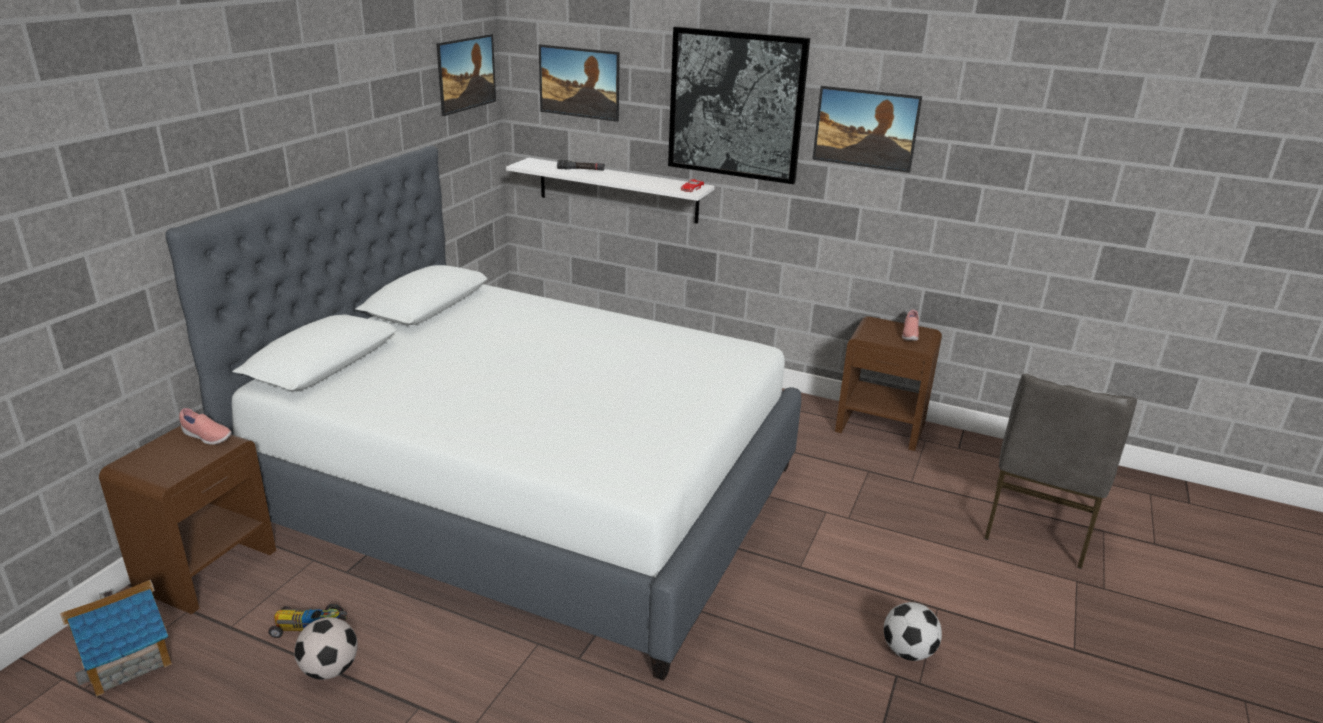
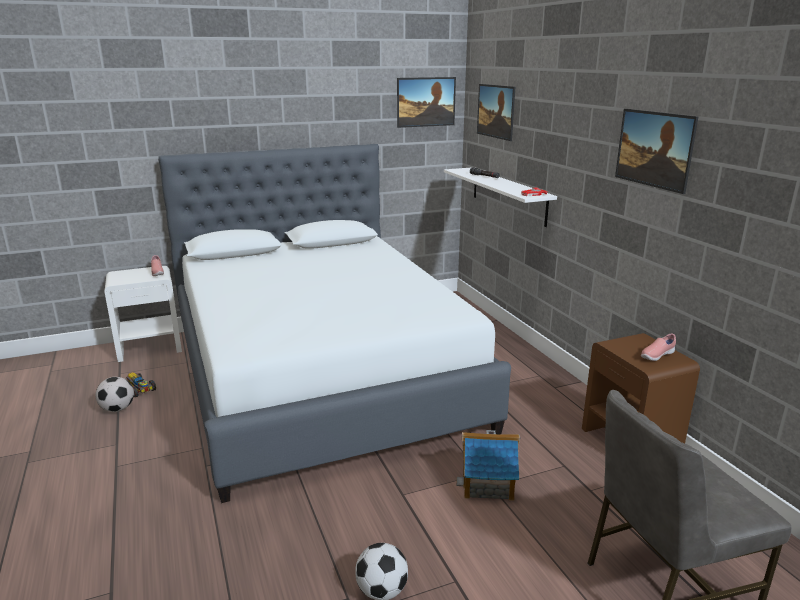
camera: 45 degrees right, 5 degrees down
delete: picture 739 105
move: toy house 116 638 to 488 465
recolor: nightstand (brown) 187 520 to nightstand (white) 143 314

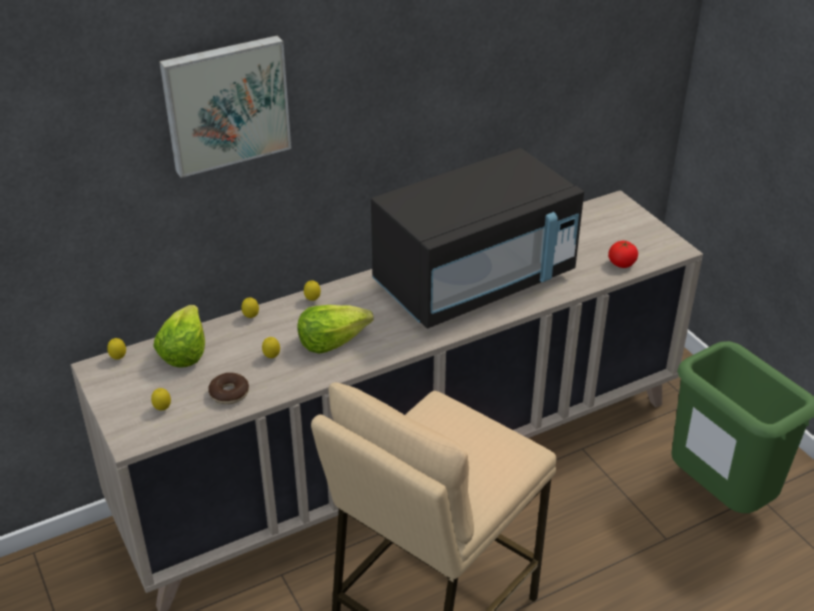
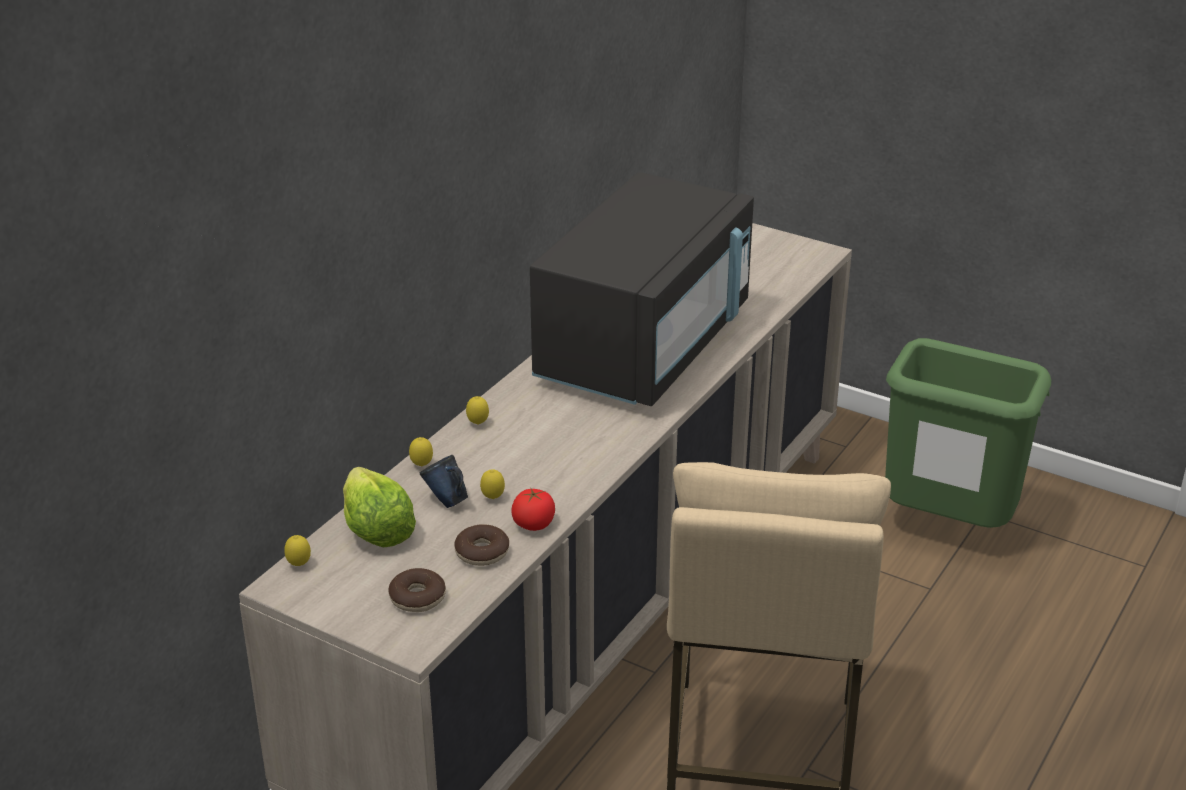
camera: 30 degrees left, 5 degrees down
delete: picture 225 107; lettuce 335 329
insert: mug (blue) 444 481
move: tomato 623 254 to 533 509
replace: lemon 161 399 to donut 417 590

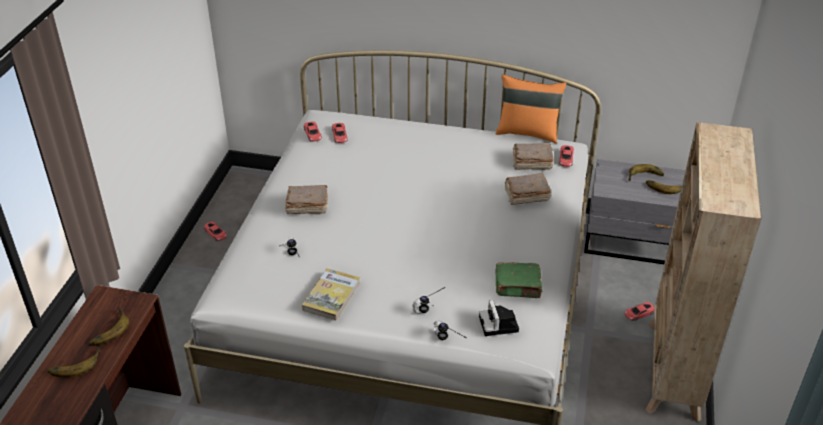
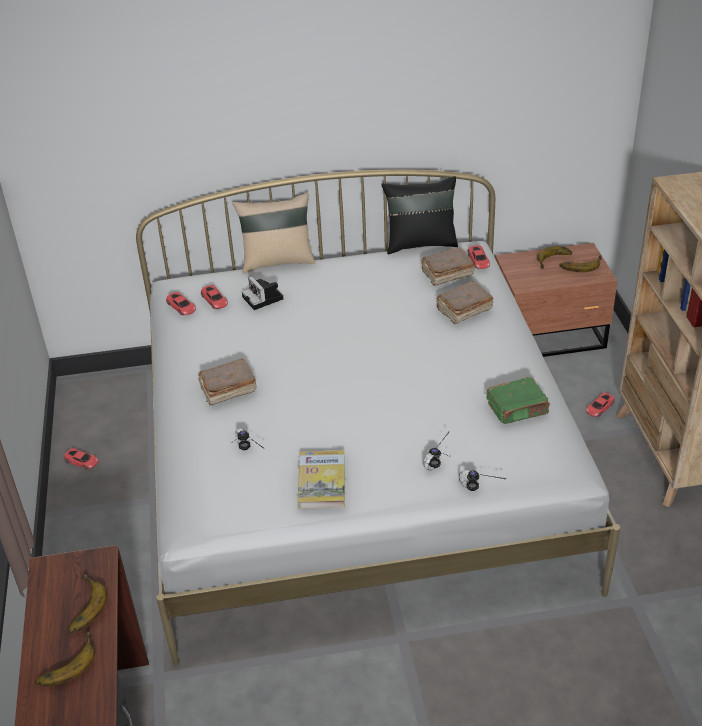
camera: 20 degrees left, 0 degrees up
insert: pillow (beige) 274 232
move: photo camera 499 318 to 262 293
recolor: pillow (orange) 530 108 to pillow (black) 419 215; nightstand (grey) 635 211 to nightstand (brown) 556 300

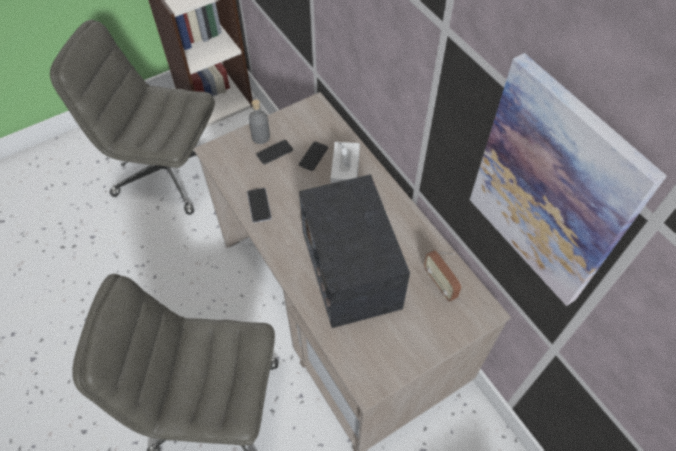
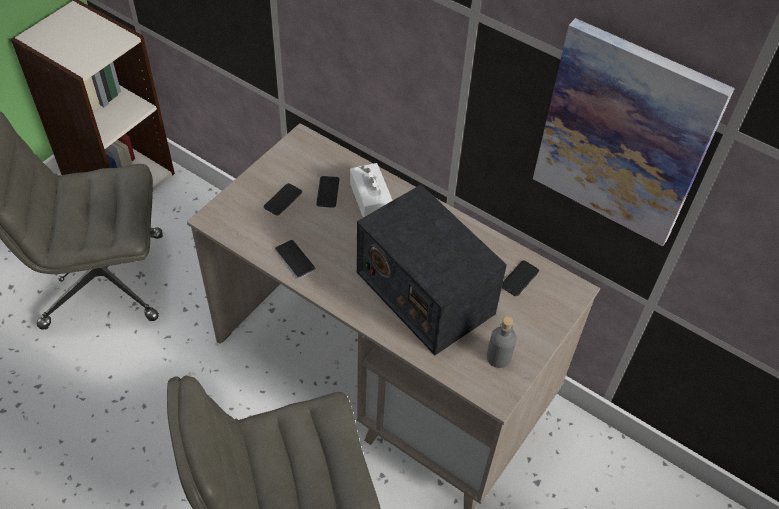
camera: 25 degrees left, 5 degrees down
move: bottle (grey) 259 122 to 502 342
replace: radio 443 276 to phone 520 278

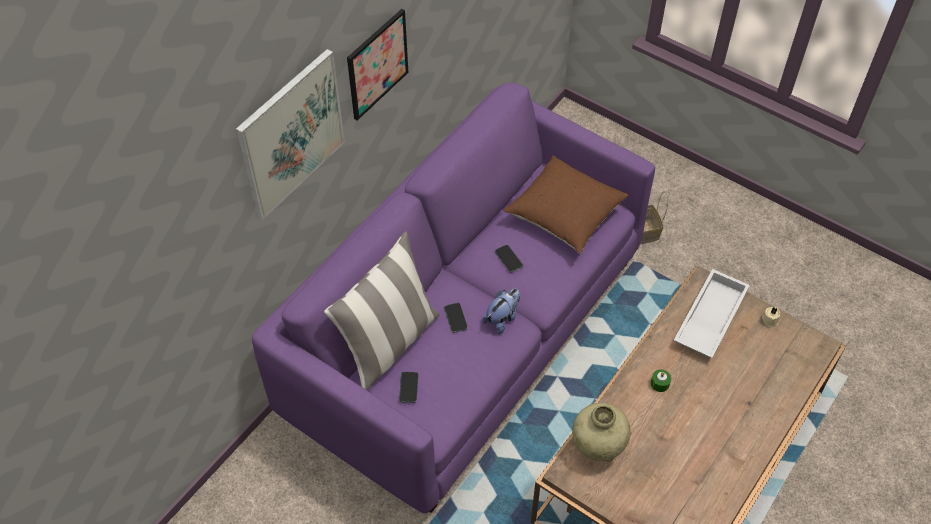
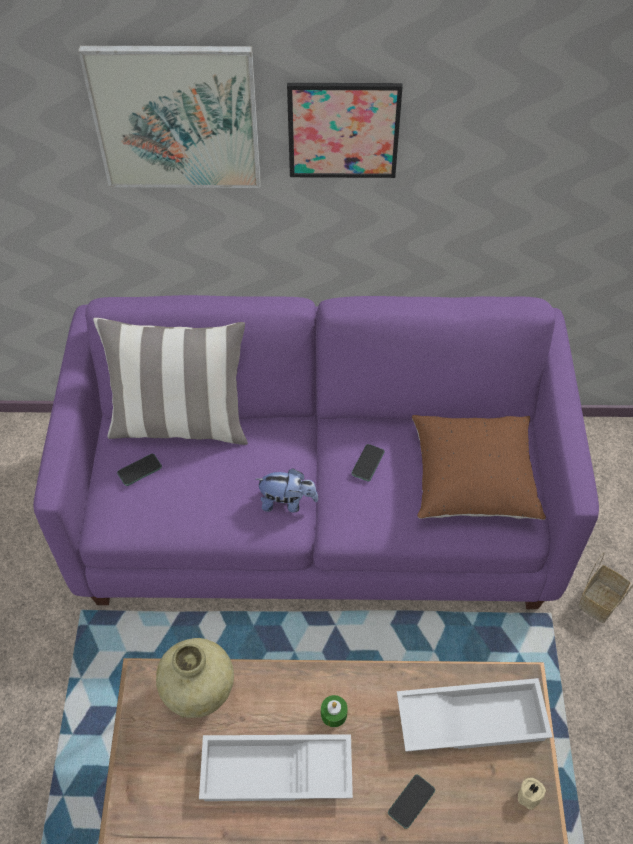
camera: 55 degrees right, 0 degrees up
insert: tray (white) 276 767
move: phone 456 318 to 411 802

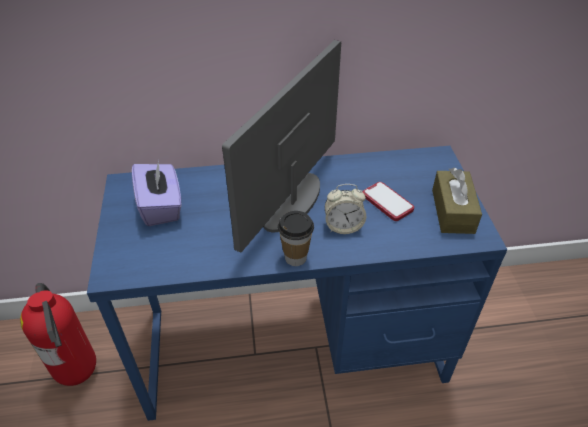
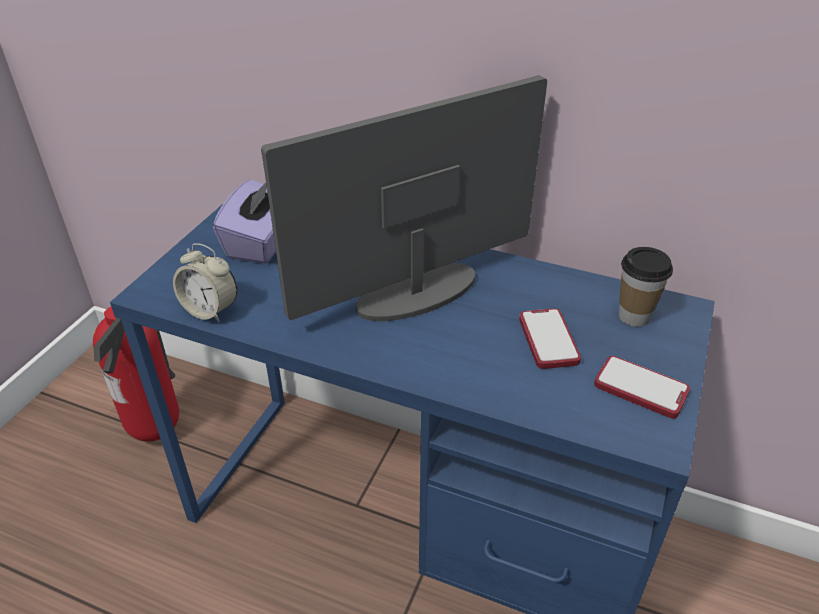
camera: 30 degrees right, 5 degrees down
move: cup 296 238 to 646 287; alarm clock 345 209 to 205 282
replace: tissue box (brown) 457 201 to phone 642 387

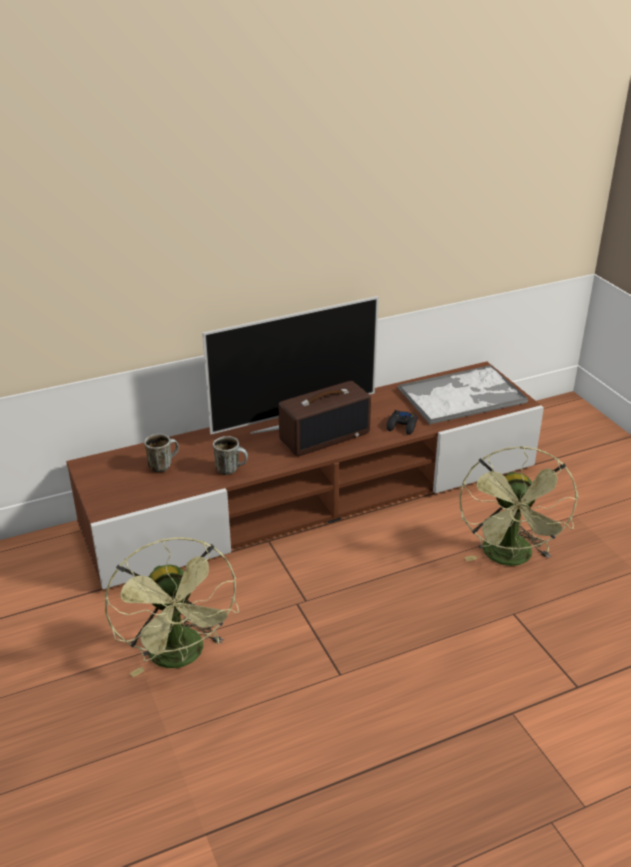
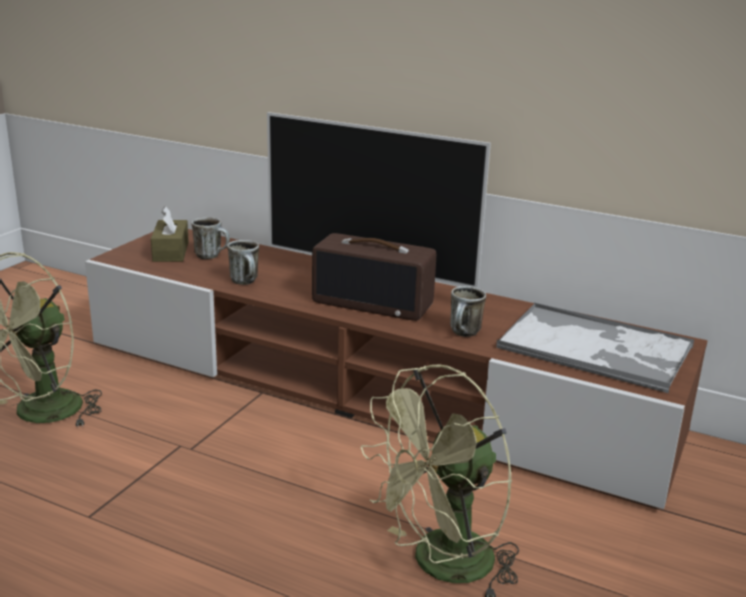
camera: 50 degrees right, 10 degrees down
insert: tissue box (brown) 170 234
replace: game controller (black) 402 422 to mug 468 311

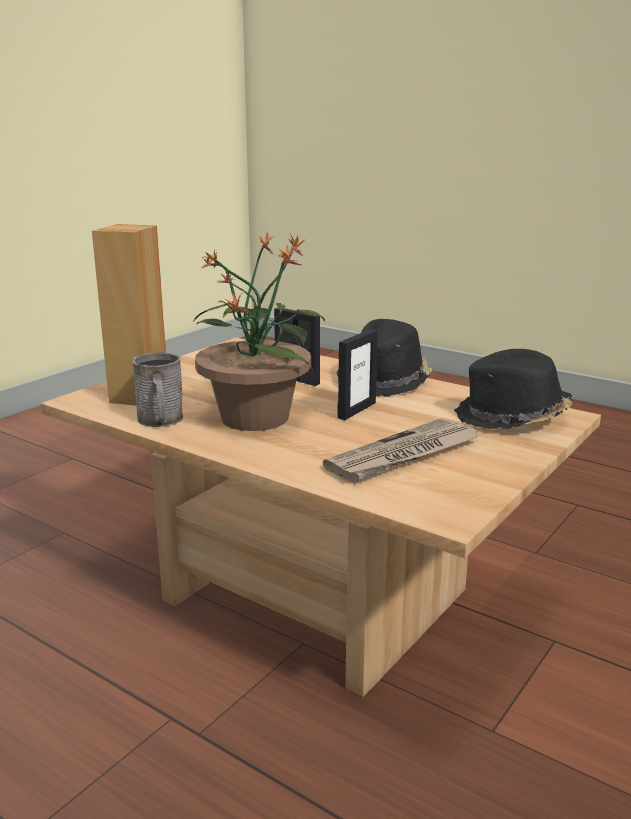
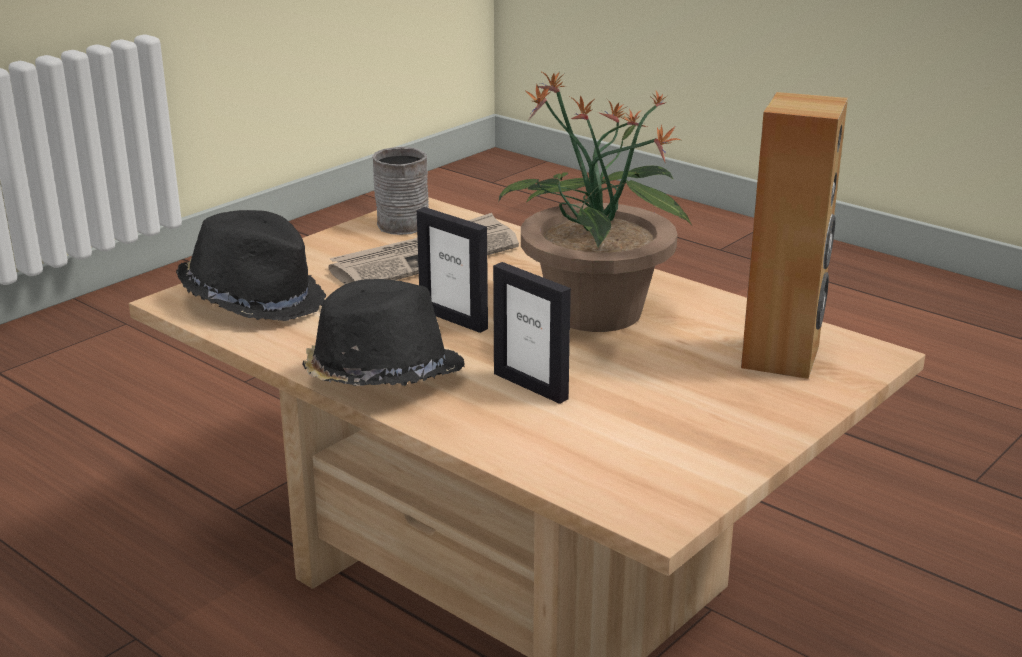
camera: 175 degrees left, 5 degrees up
move: mug (grey) 158 389 to 400 191
rotate: picture frame 358 374 = 452 270 90 degrees counterclockwise

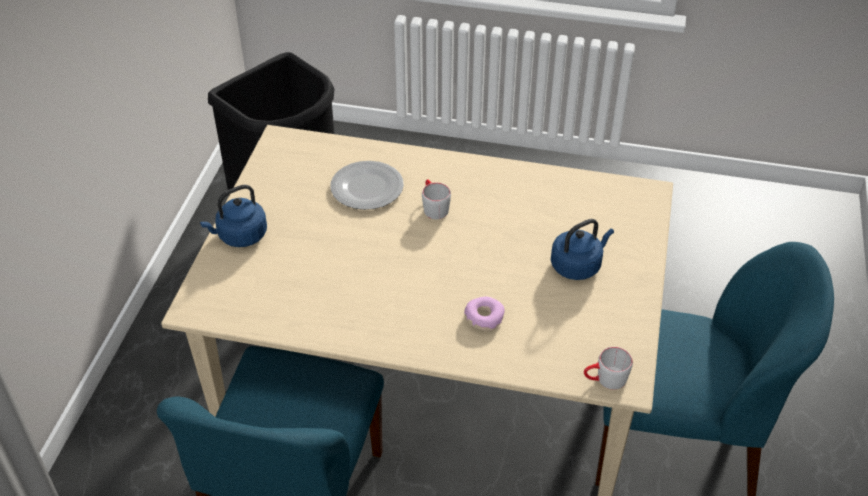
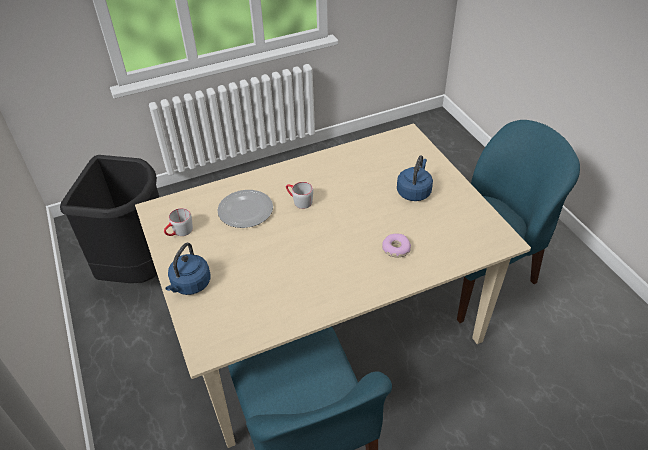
camera: 35 degrees left, 0 degrees up
move: mug (grey) 608 368 to 178 222

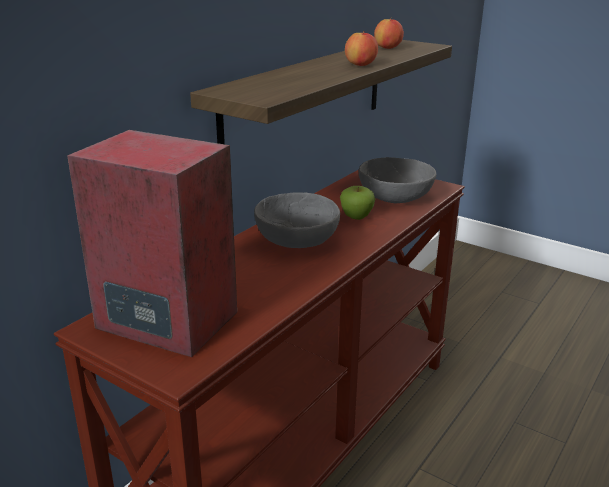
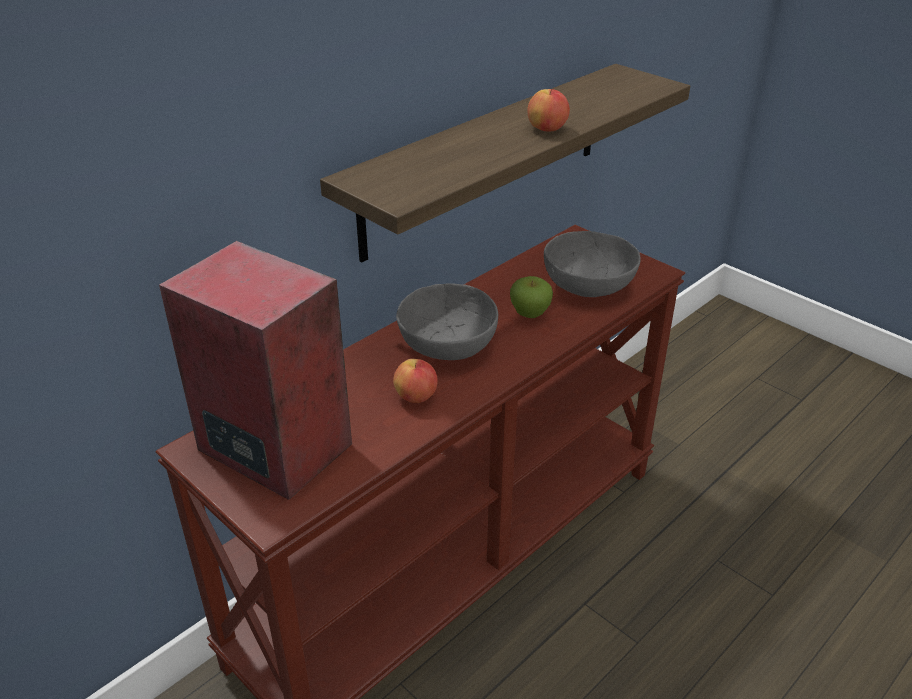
camera: 10 degrees right, 10 degrees up
move: apple 389 33 to 415 381

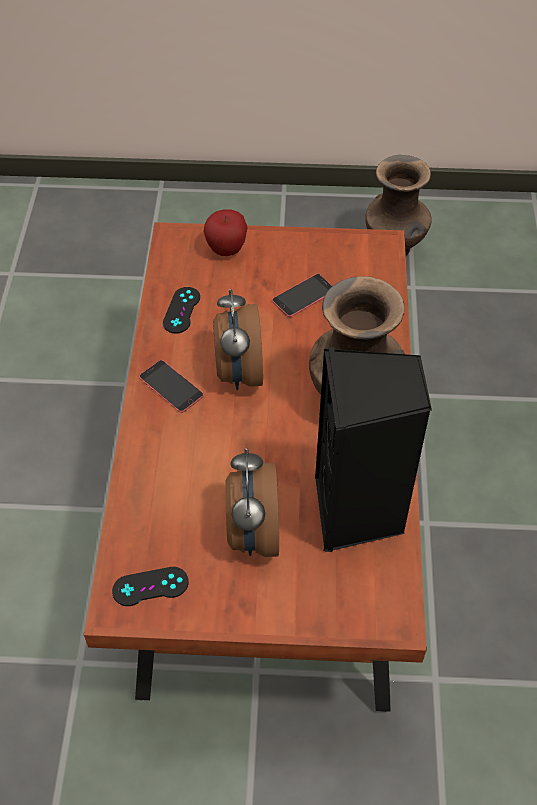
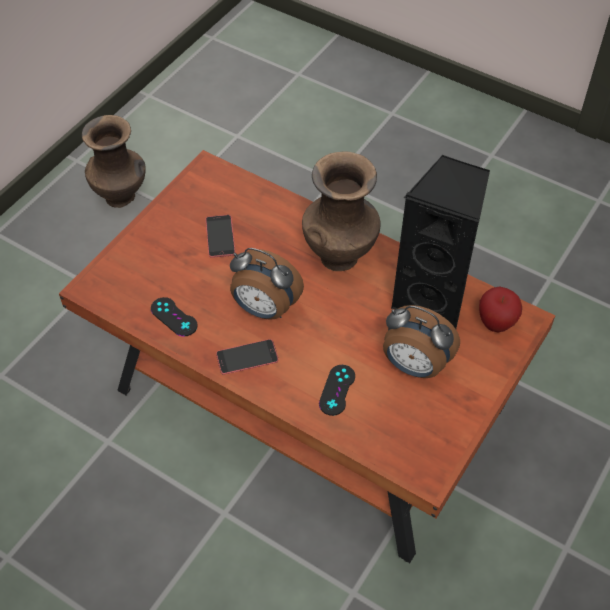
camera: 60 degrees left, 0 degrees up
move: game controller (black) 150 586 to 337 390; apple 225 232 to 500 310

